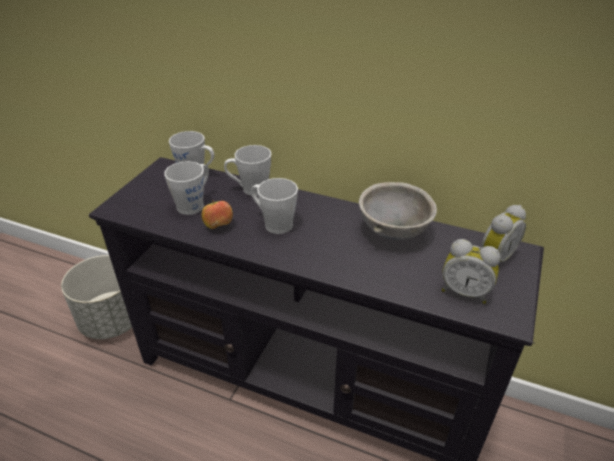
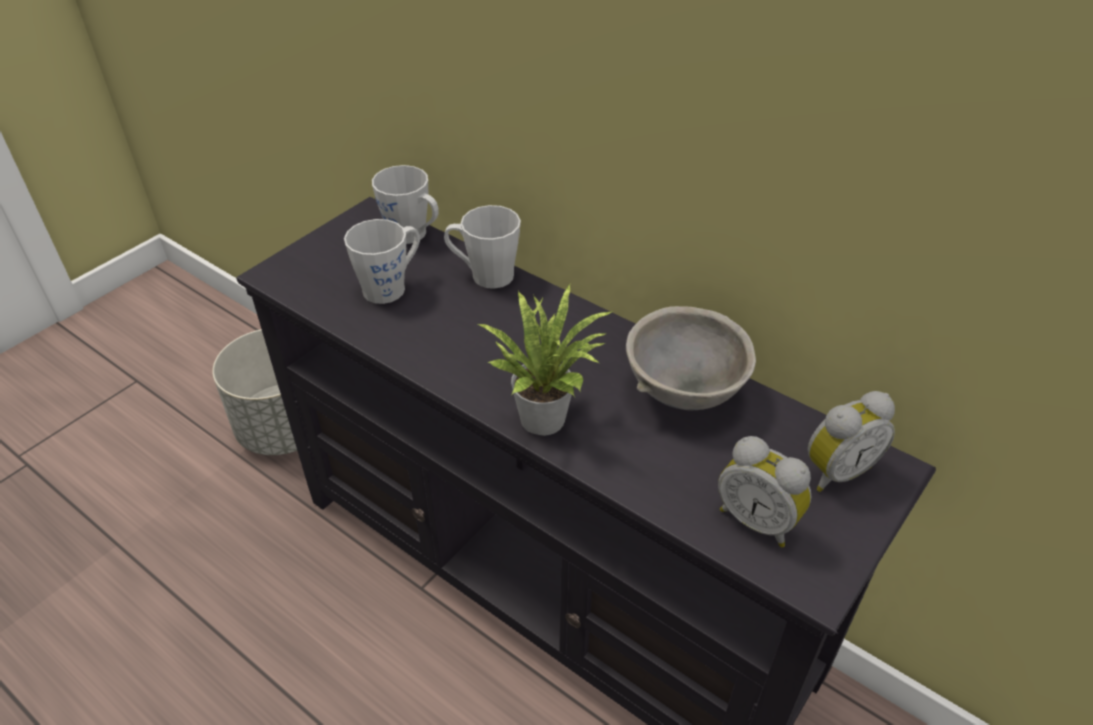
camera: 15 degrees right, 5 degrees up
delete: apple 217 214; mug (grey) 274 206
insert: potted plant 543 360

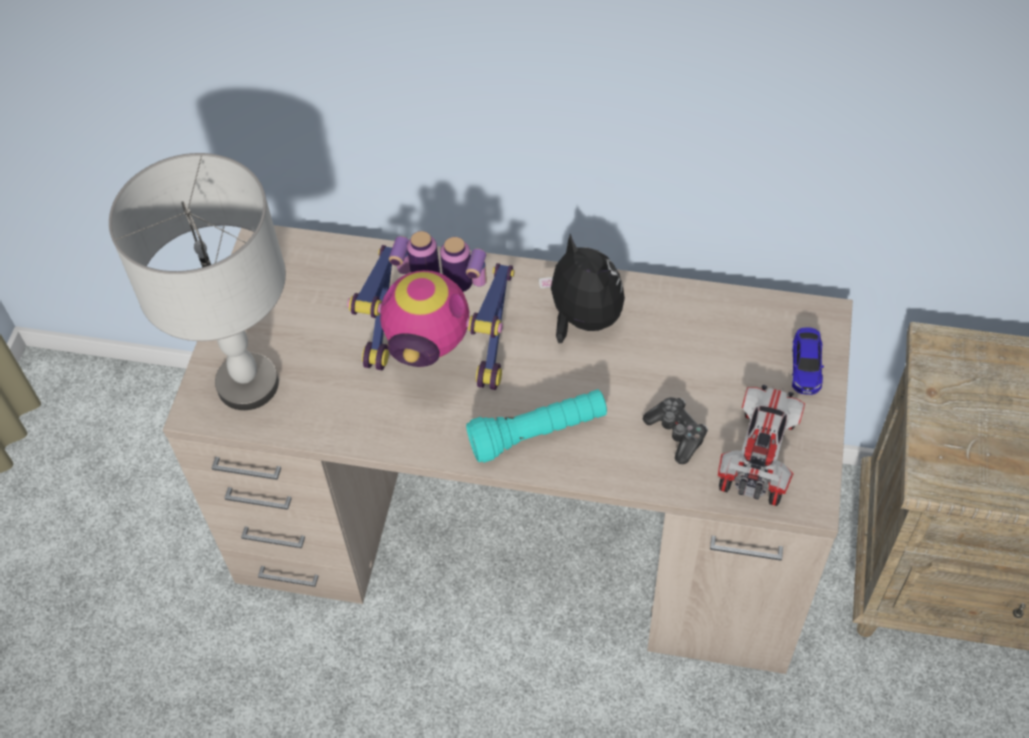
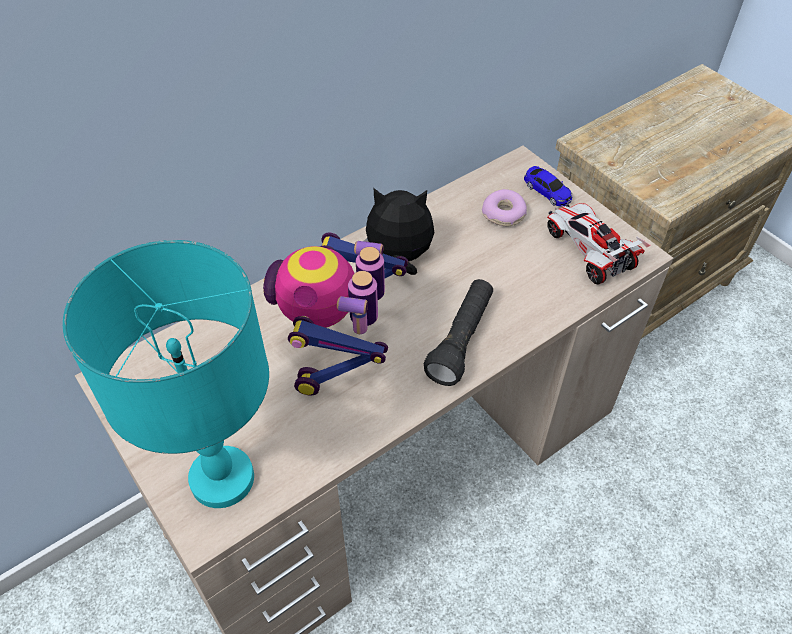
camera: 50 degrees left, 5 degrees down
delete: game controller 675 430
insert: donut 504 207
recolor: table lamp (grey) 197 281 to table lamp (turquoise) 166 374; flashlight (turquoise) 536 426 to flashlight (black) 458 332
rotate: toy robot 431 310 = 335 314 135 degrees clockwise

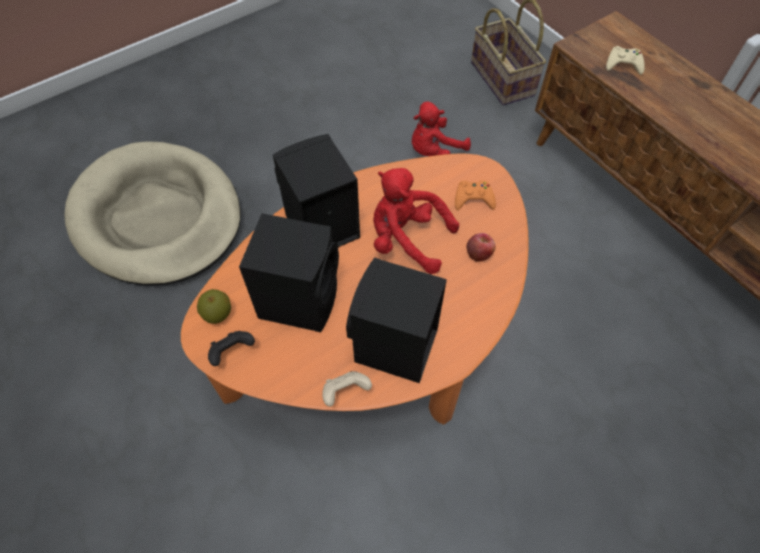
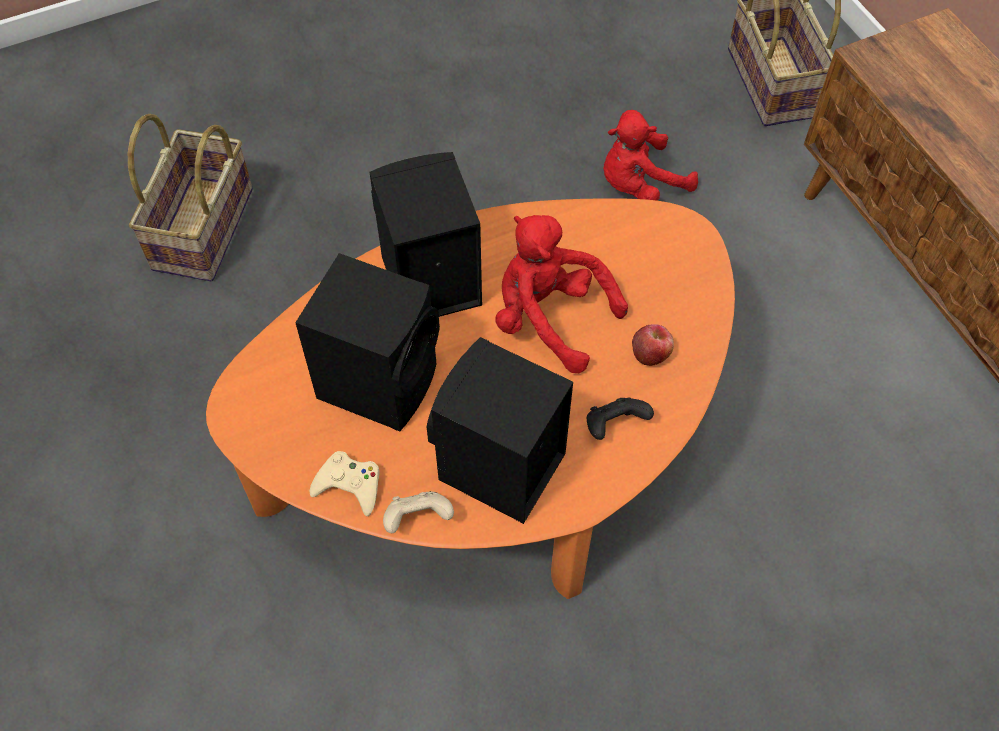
camera: 10 degrees right, 0 degrees up
delete: apple 214 306; game controller (orange) 475 195
move: game controller (black) 231 348 to 620 419; game controller (beige) 625 60 to 344 483
replace: dog bed (beige) 152 213 to basket 190 197

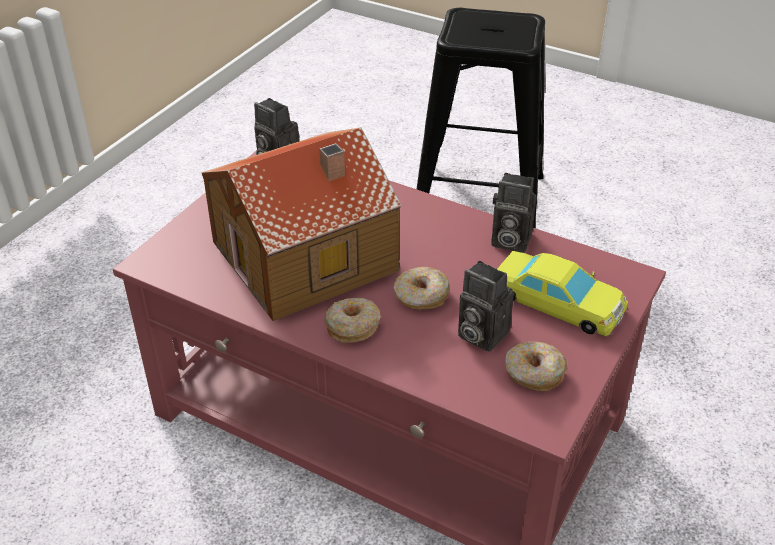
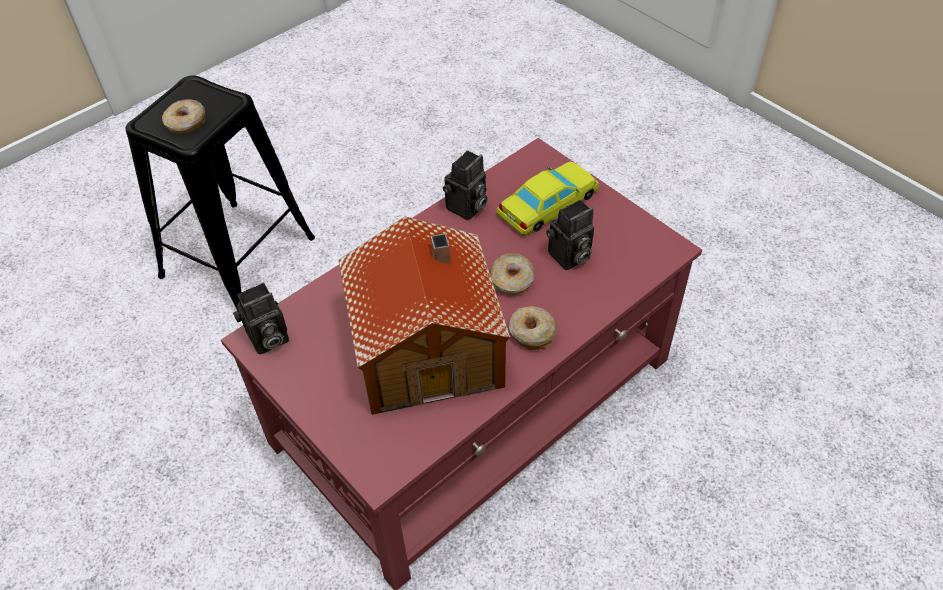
camera: 70 degrees left, 10 degrees up
move: donut 536 366 to 184 116

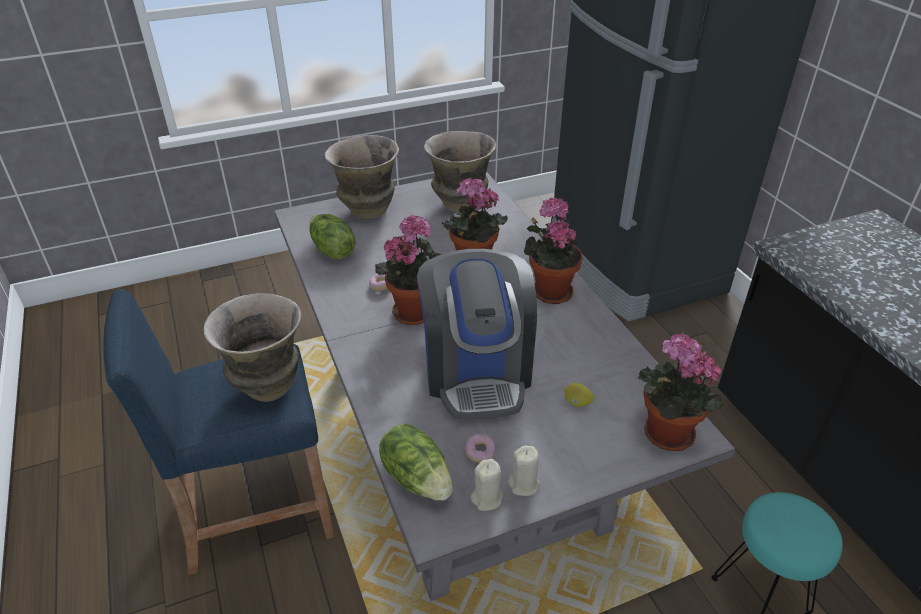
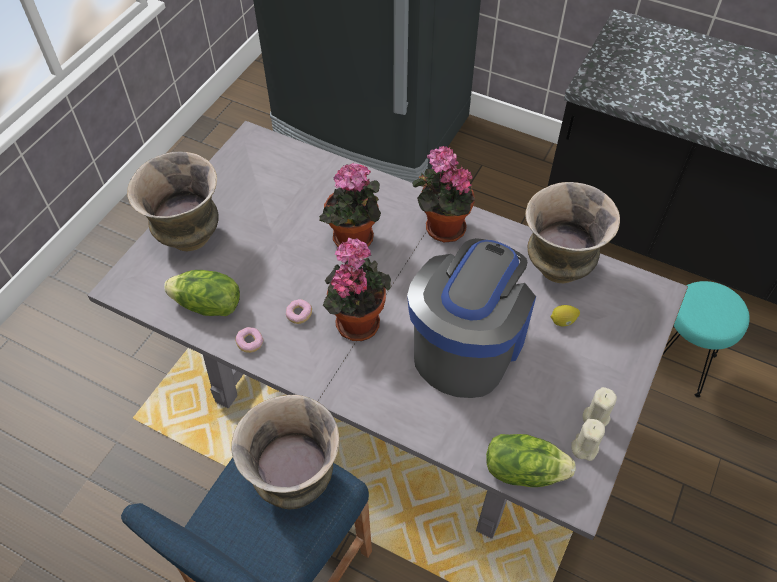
camera: 40 degrees left, 15 degrees up
delete: potted plant 681 392
move: vase 460 171 to 573 232; donut 480 448 to 249 340
rotate: coffee machine 477 334 = 471 318 105 degrees counterclockwise

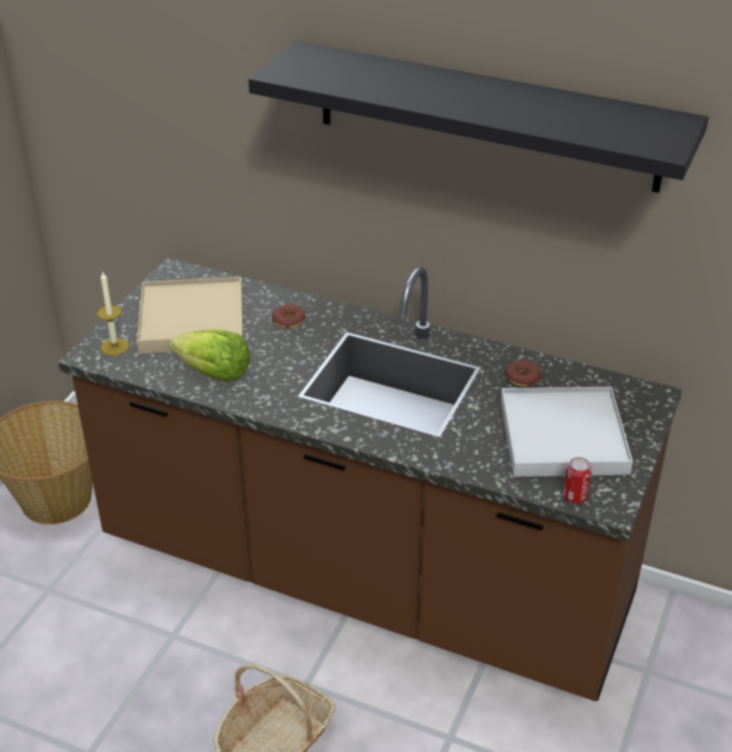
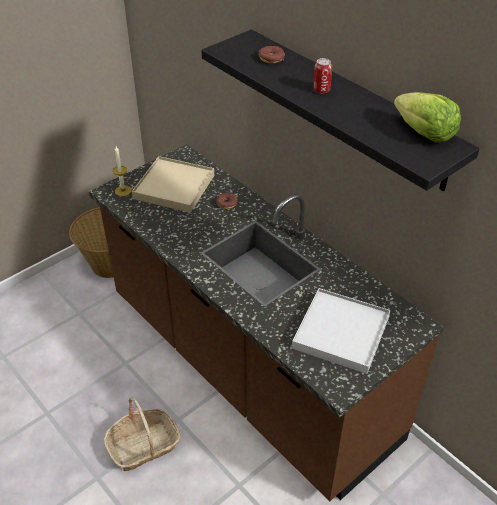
camera: 25 degrees right, 5 degrees up
move: lettuce 210 355 to 427 117; donut 524 373 to 272 55; can 577 480 to 322 76

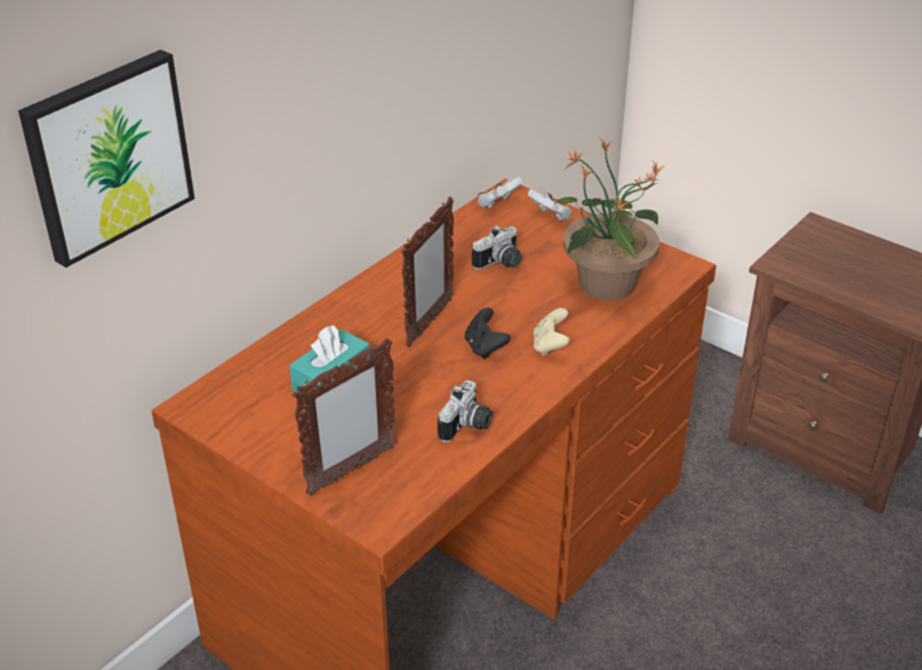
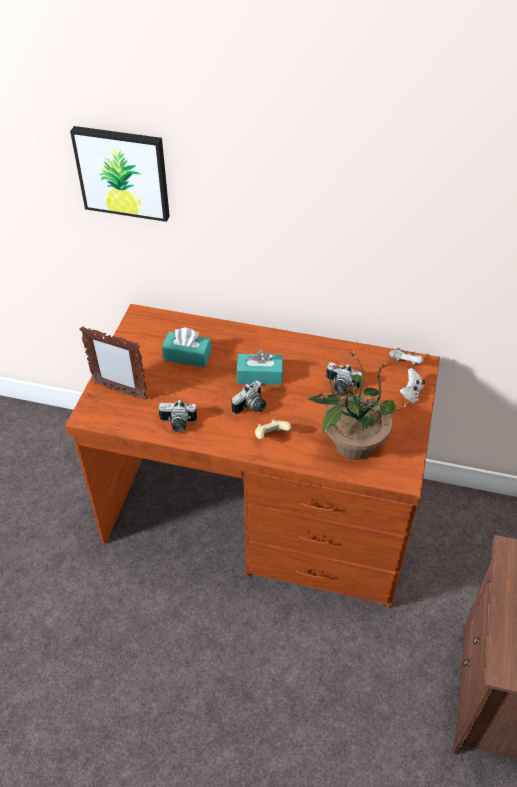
camera: 65 degrees right, 10 degrees up
replace: picture frame 427 272 to tissue box (turquoise) 260 367; game controller (black) 487 333 to photo camera 248 398

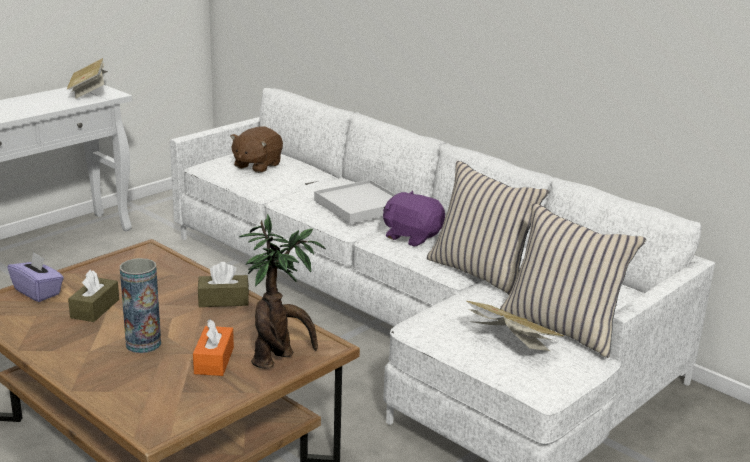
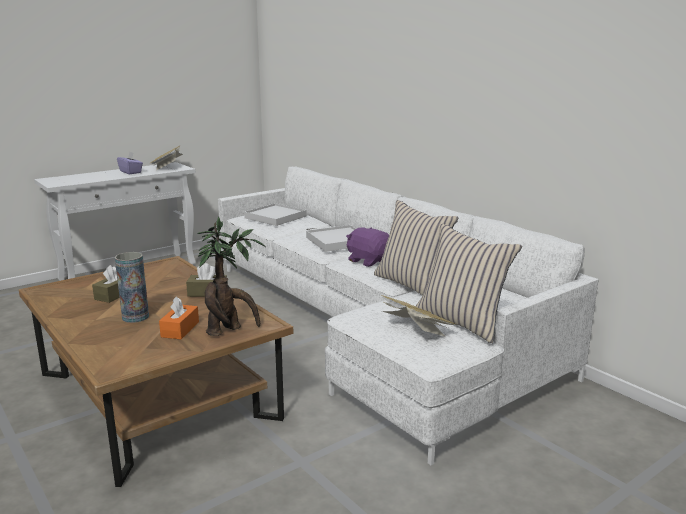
camera: 10 degrees right, 5 degrees down
move: tissue box (purple) 35 277 to 130 163
replace: plush toy (brown) 256 149 to tray (white) 275 214

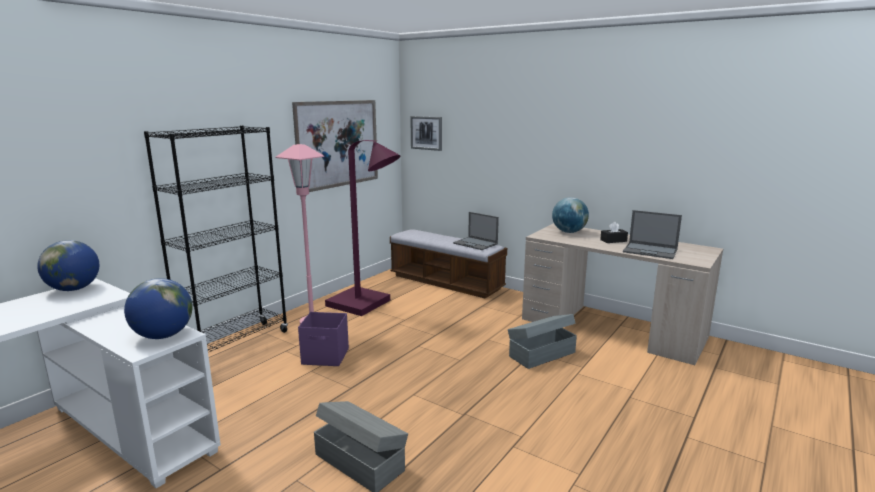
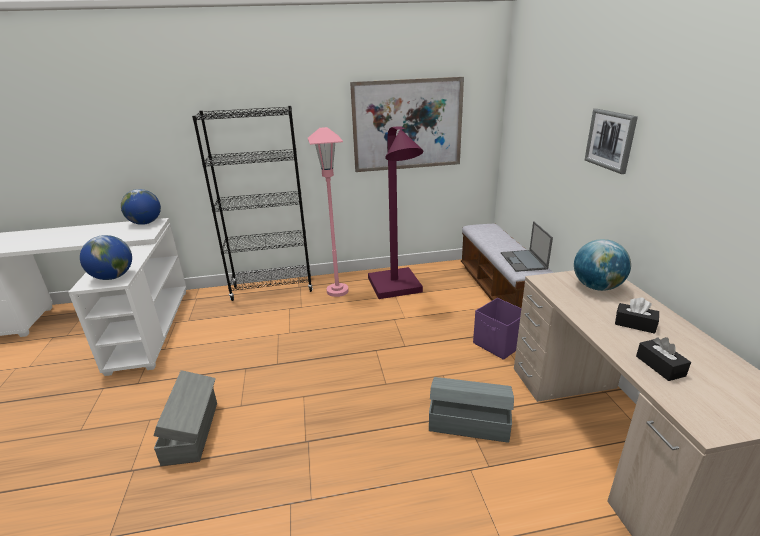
camera: 45 degrees right, 10 degrees up
move: storage box (purple) 323 339 to 497 329; picture 426 133 to 611 141
replace: laptop 652 234 to tissue box (black) 663 359

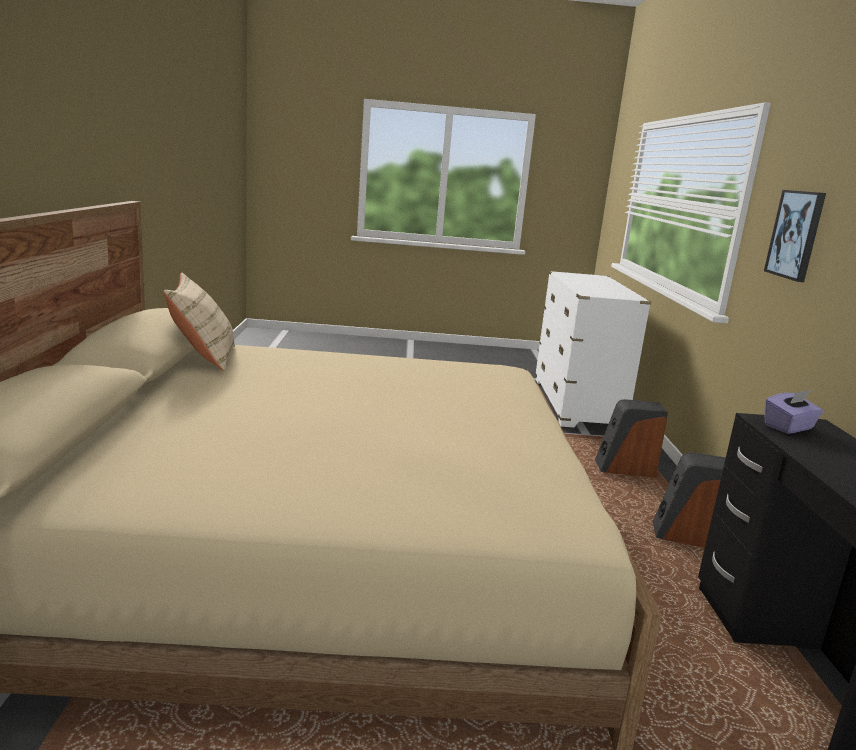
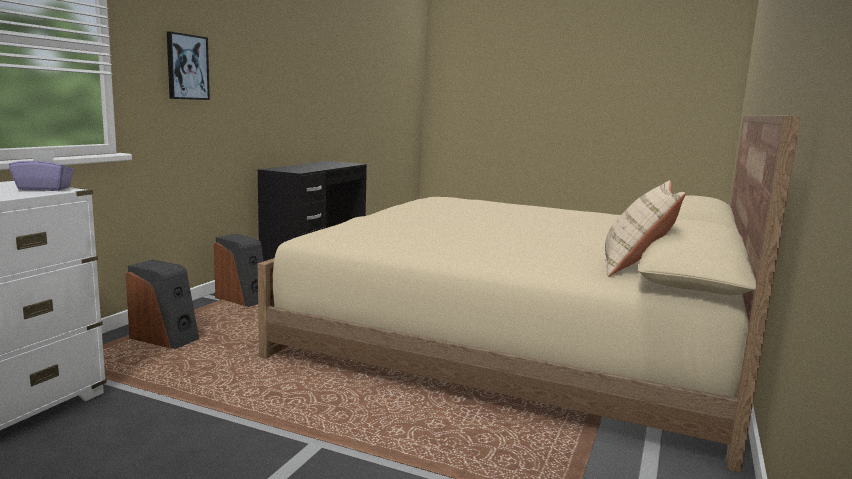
camera: 155 degrees left, 5 degrees down
move: tissue box (purple) 794 412 to 41 170

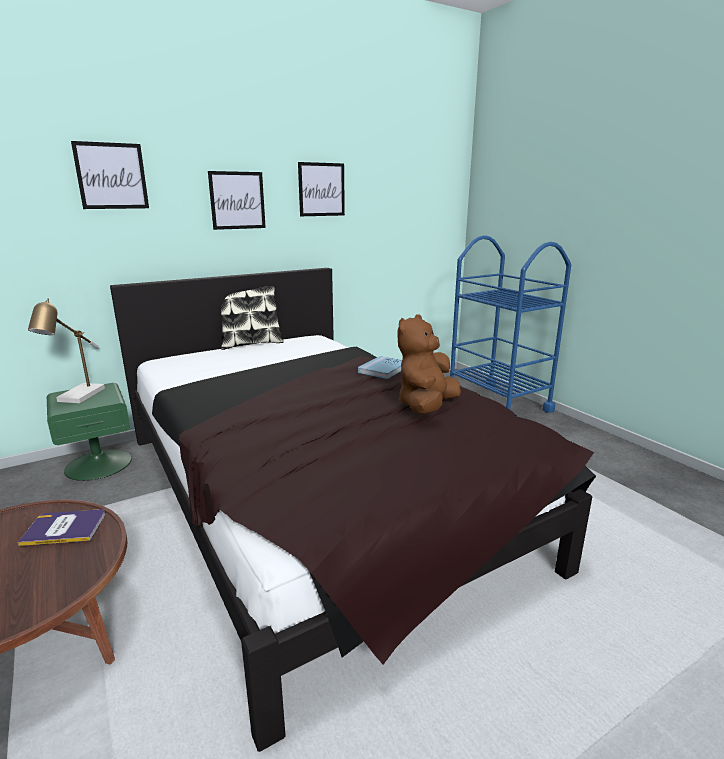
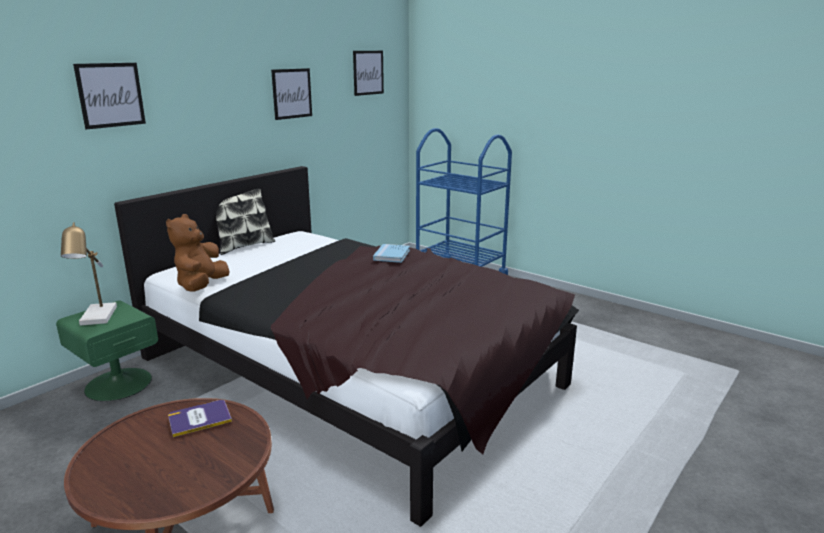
camera: 20 degrees left, 0 degrees up
move: picture 237 200 to 368 73; plush toy (brown) 429 364 to 198 252

